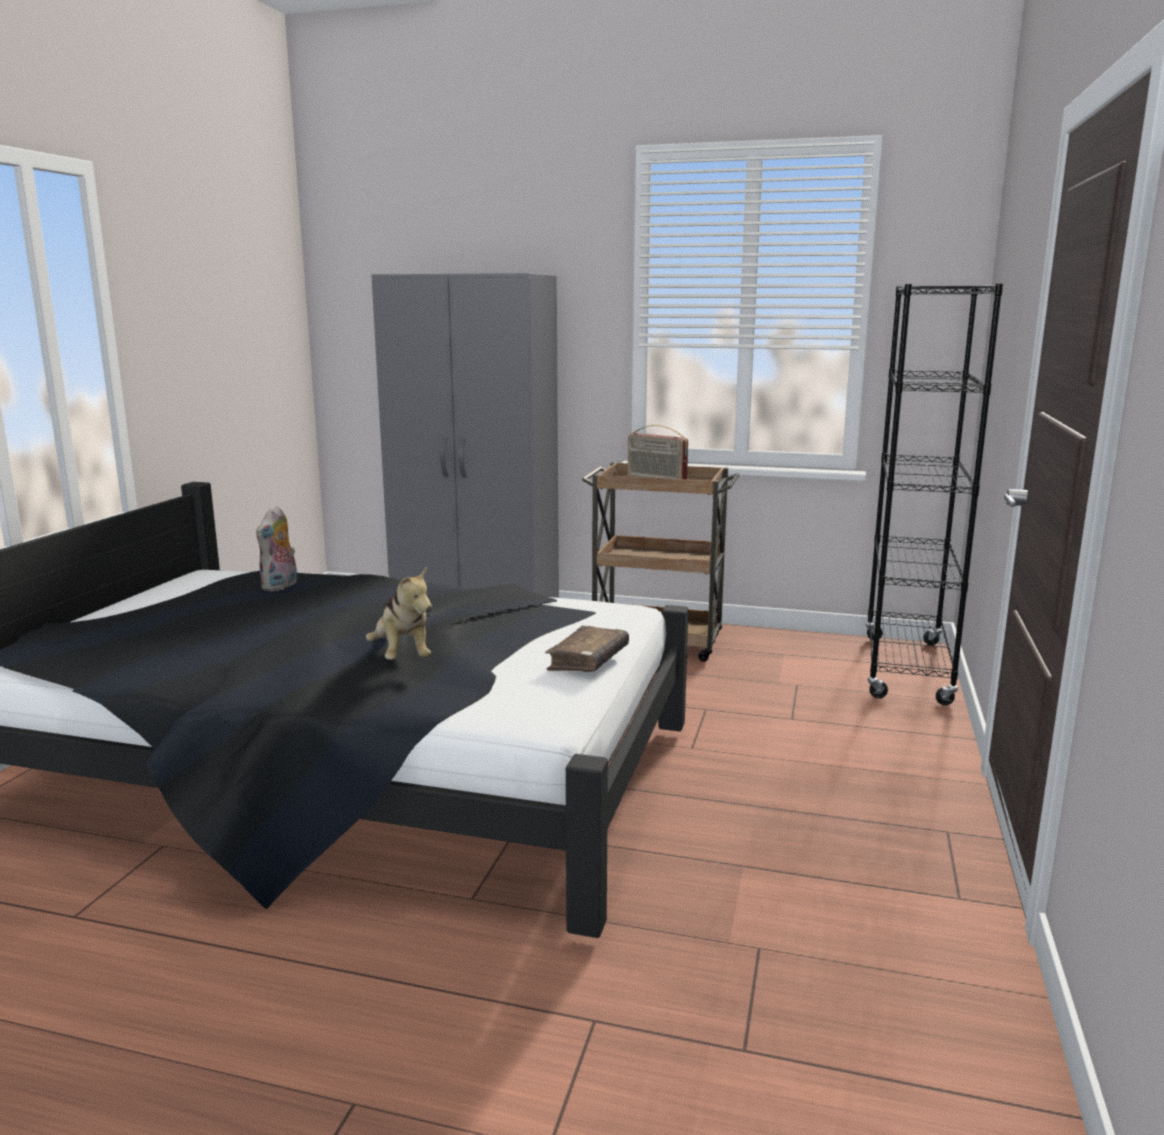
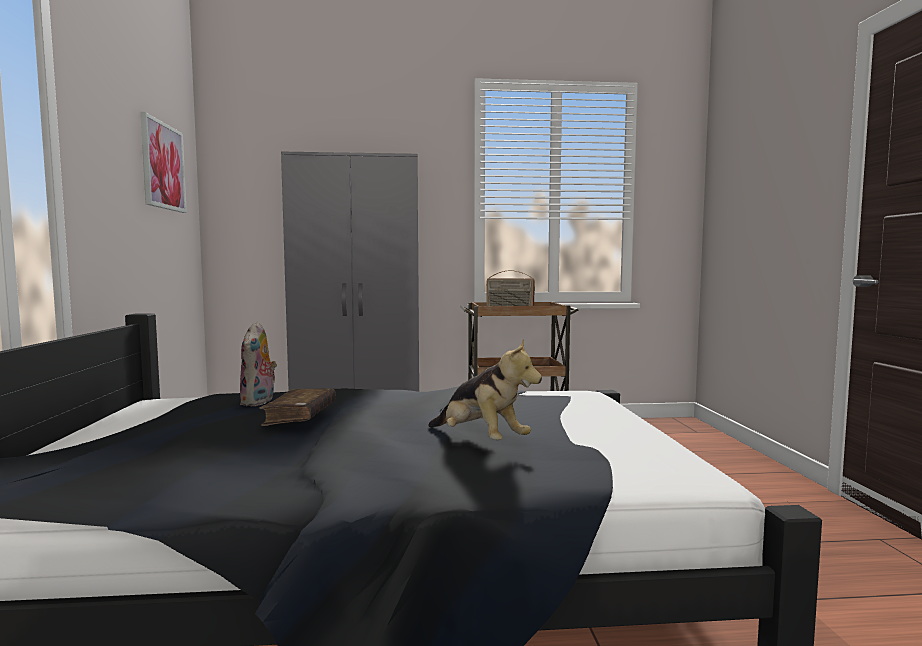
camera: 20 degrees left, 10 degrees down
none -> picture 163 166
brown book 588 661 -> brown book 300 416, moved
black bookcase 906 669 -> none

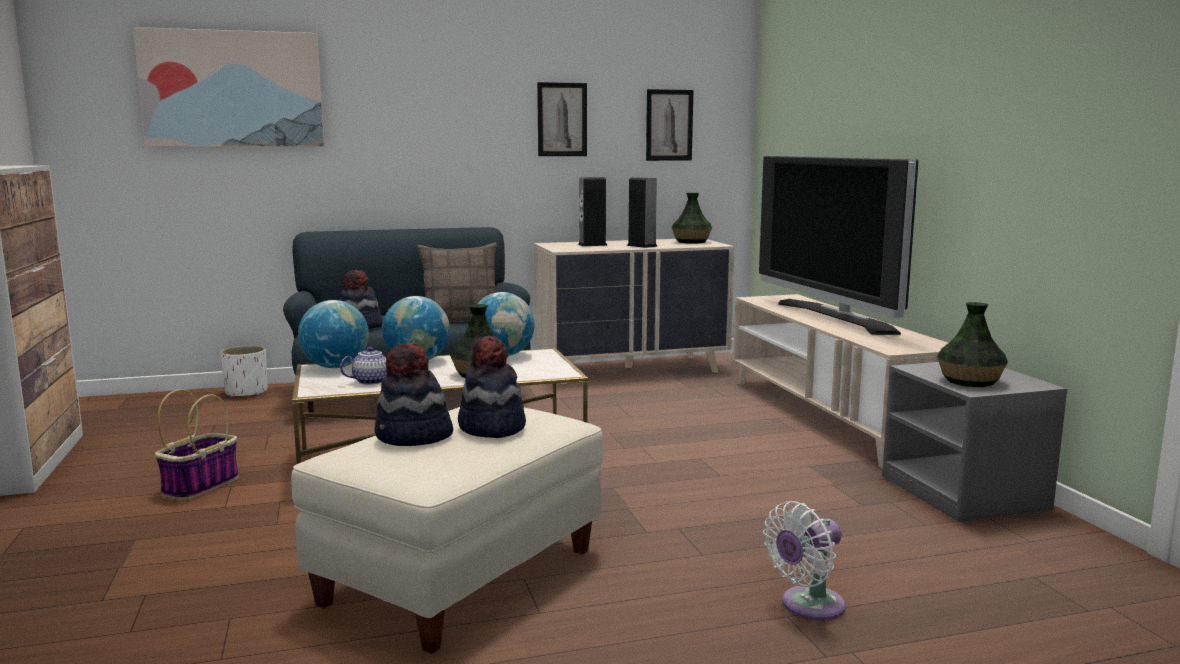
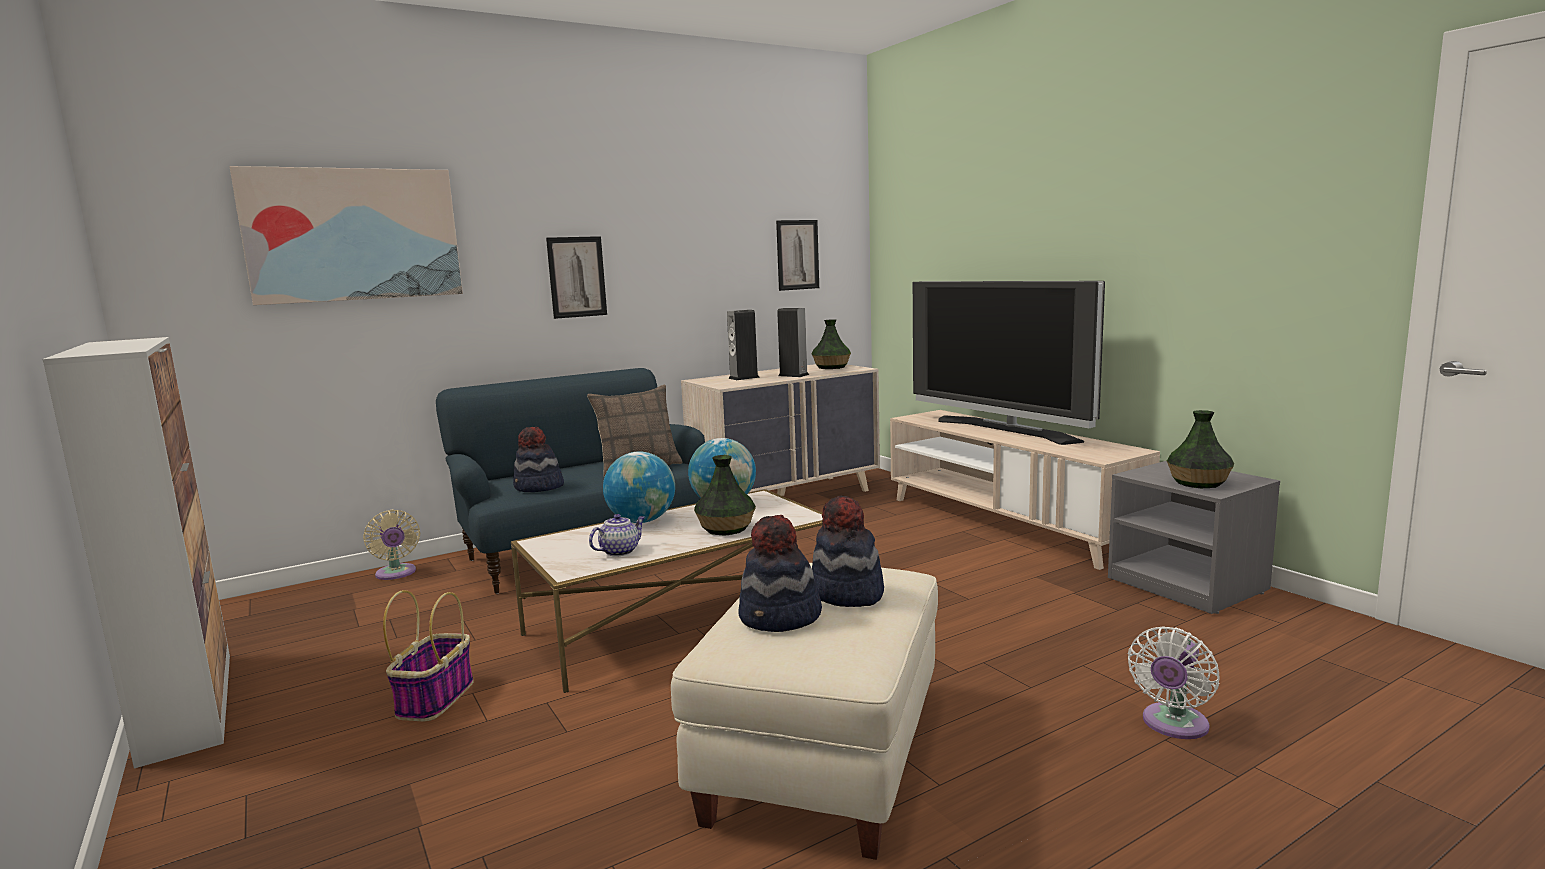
camera: 15 degrees left, 0 degrees up
white planter 246 392 -> beige fan 396 574
picture 562 119 -> picture 577 277, moved
globe 335 367 -> none

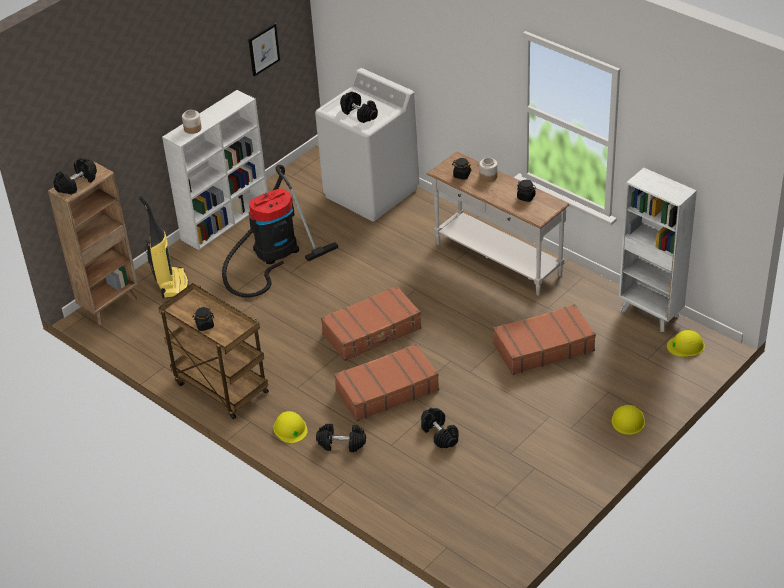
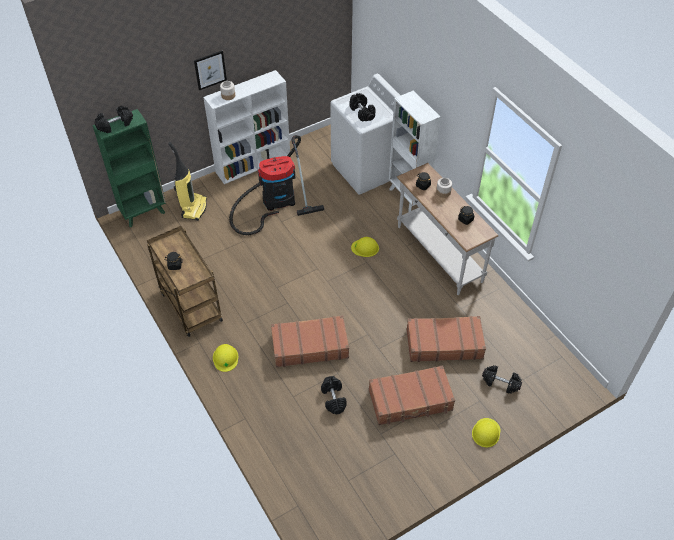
camera: 15 degrees right, 10 degrees up
brown bookcase 110 305 -> green bookcase 144 213
picture 263 49 -> picture 210 70, moved
yellow hard hat 686 345 -> yellow hard hat 365 248, moved
brown suitcase 372 332 -> brown suitcase 410 400, moved
white bookcase 650 314 -> white bookcase 408 197, moved
black dumbbell 341 444 -> black dumbbell 500 383, moved

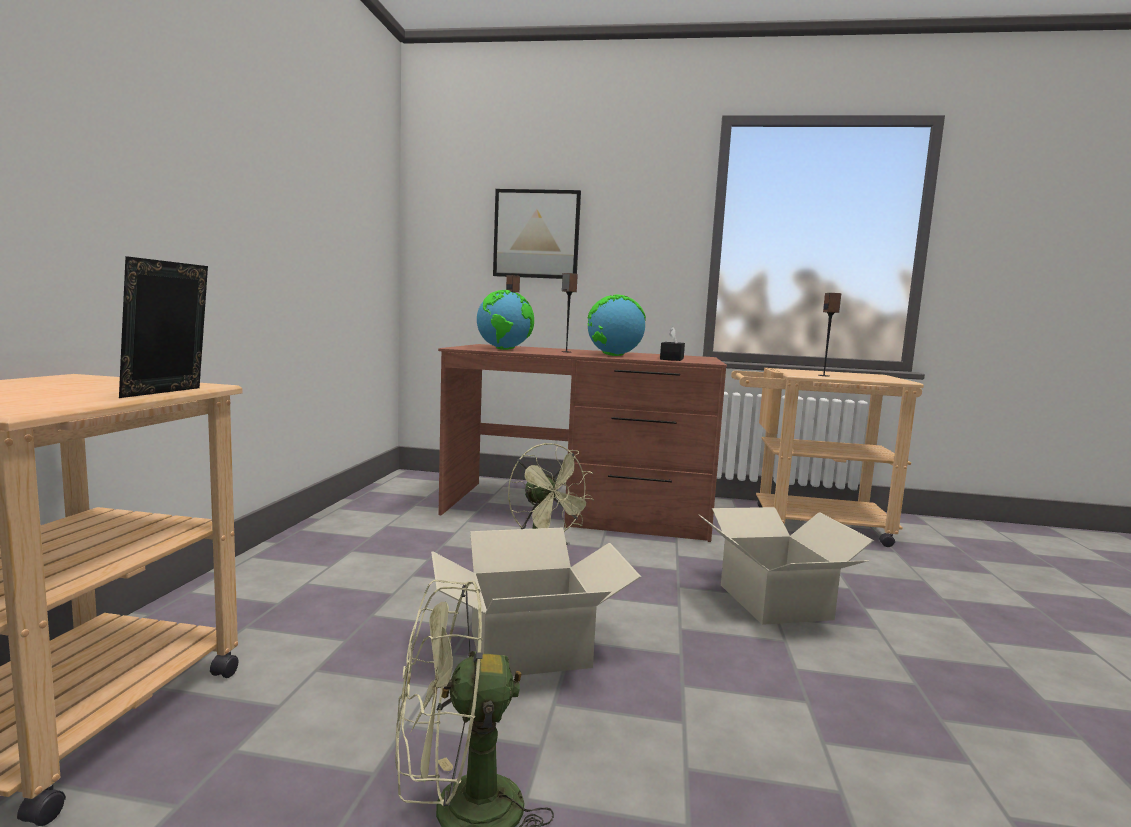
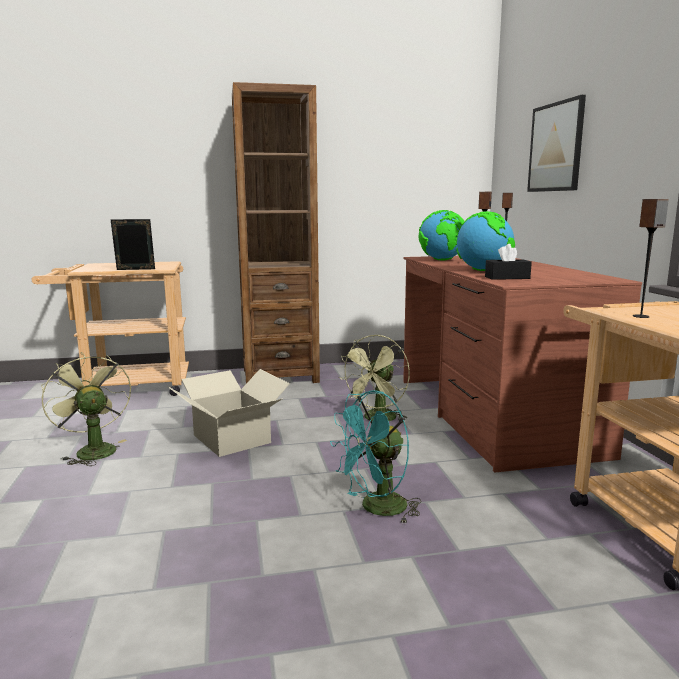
camera: 70 degrees right, 5 degrees up
none -> brown bookcase 280 376
cardboard box 775 601 -> turquoise fan 376 509

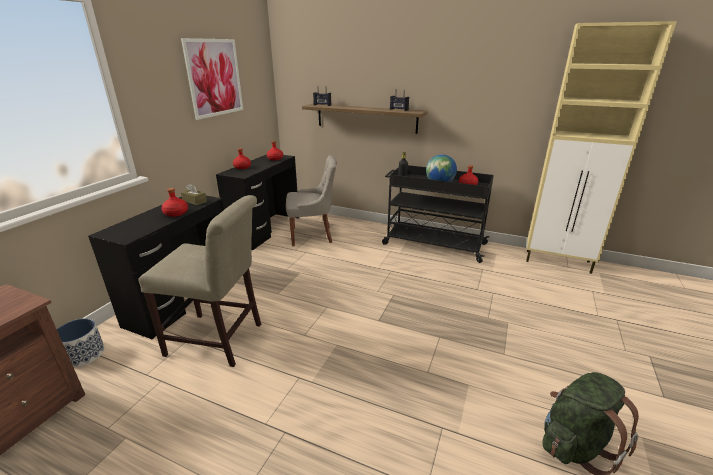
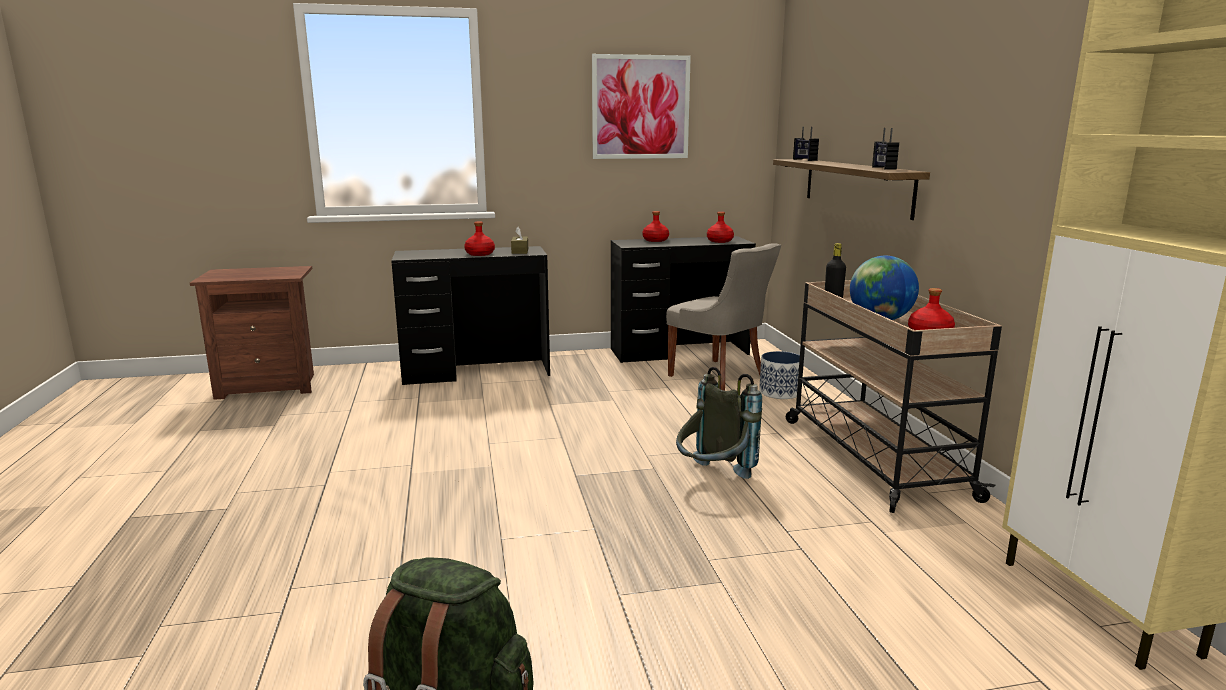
camera: 55 degrees right, 10 degrees down
none -> grey backpack 713 479
planter 84 354 -> planter 780 392, moved
black cart 433 244 -> beige cart 873 456
beige chair 219 340 -> none

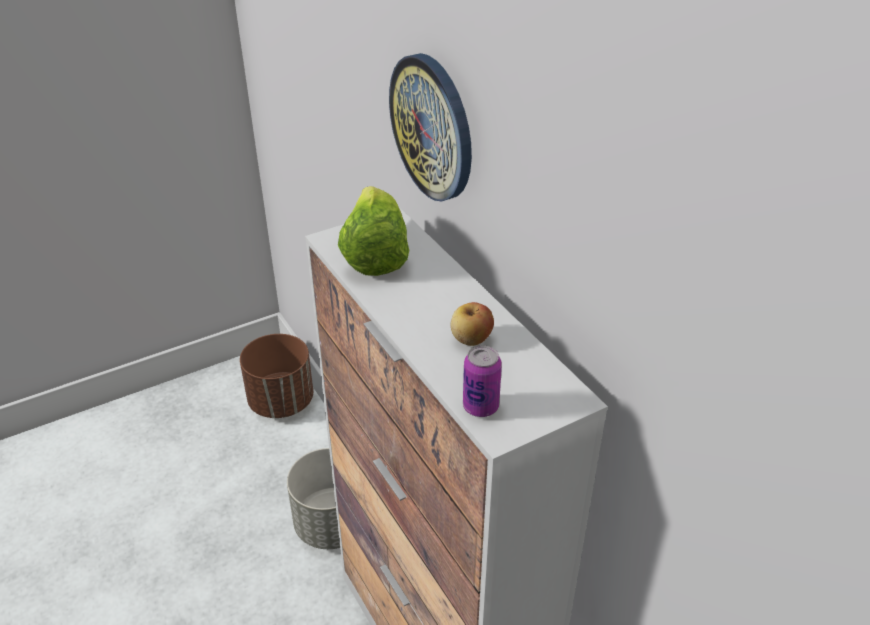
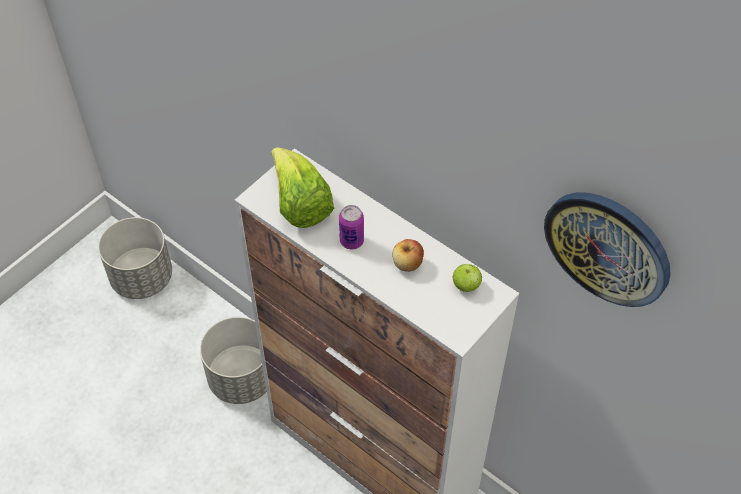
camera: 20 degrees left, 15 degrees up
brown planter 282 401 -> grey planter 142 278
can 480 407 -> can 351 241, moved
none -> apple 466 286
wall clock 433 127 -> wall clock 608 247, moved

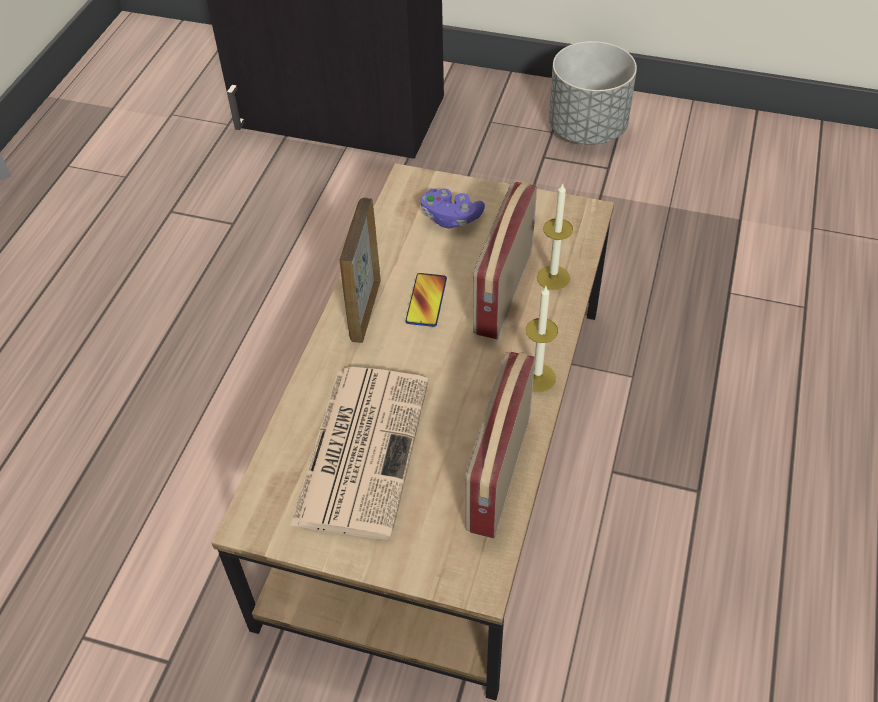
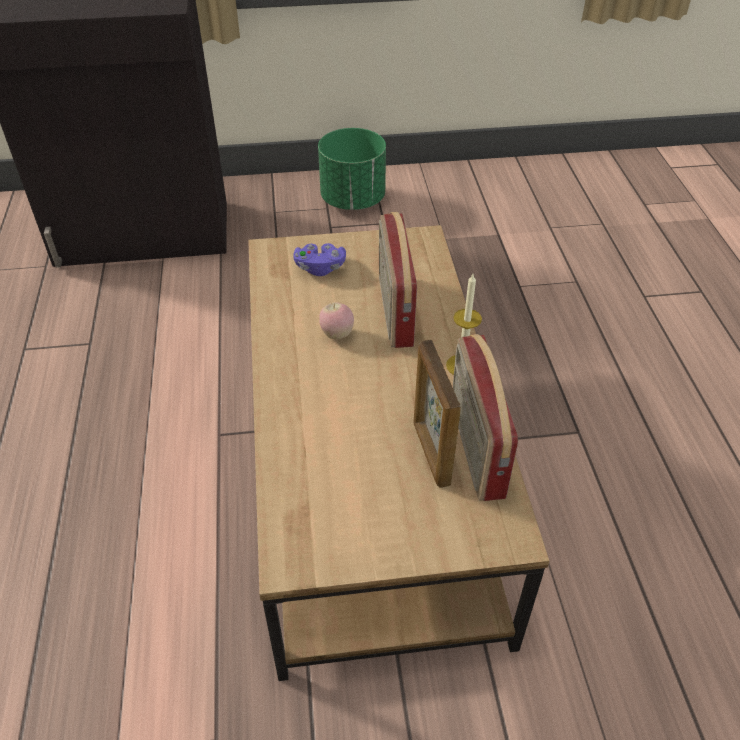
camera: 25 degrees left, 5 degrees down
grey planter 588 129 -> green planter 353 200
phone 426 300 -> apple 337 334
picture frame 365 310 -> picture frame 430 453, moved
newspaper 361 448 -> none
candle 553 277 -> none

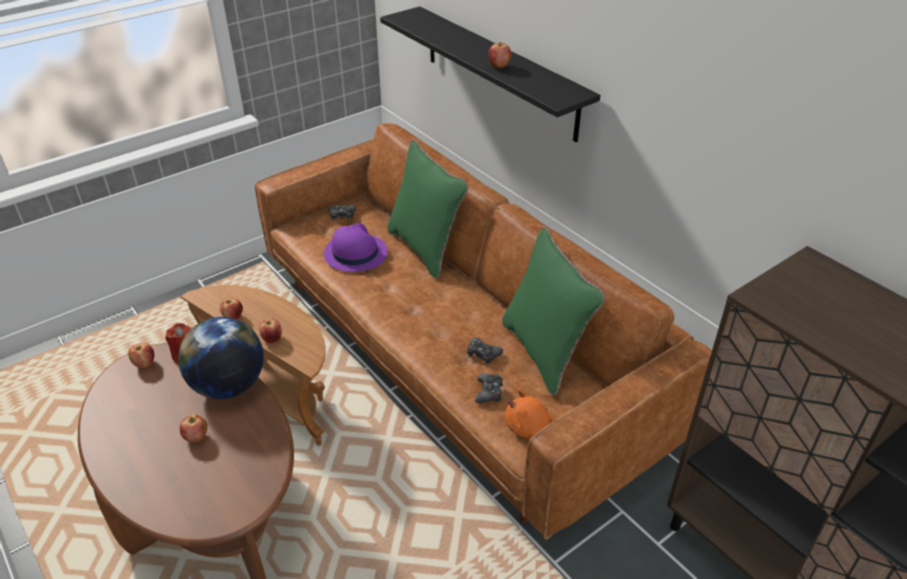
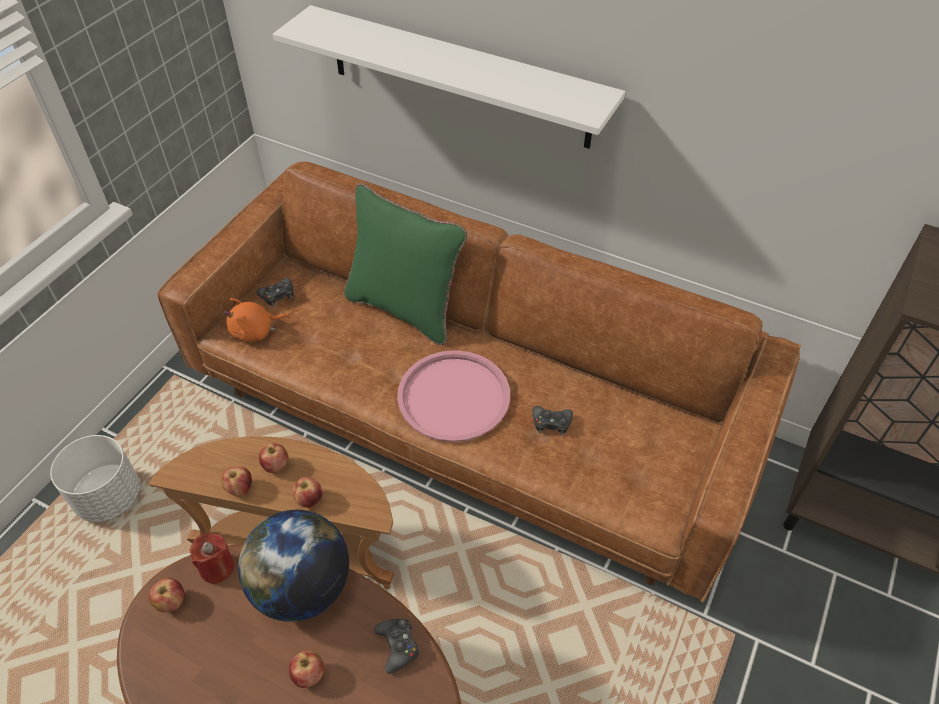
camera: 25 degrees left, 10 degrees up
none -> white planter 108 498
orange plush toy 530 428 -> orange plush toy 256 331, moved
apple 499 66 -> apple 276 466, moved
black shelf 499 72 -> white shelf 458 77
black game controller 489 392 -> black game controller 398 646, moved
none -> pink tray 453 396
purple hat 355 253 -> none
green pillow 544 352 -> none

